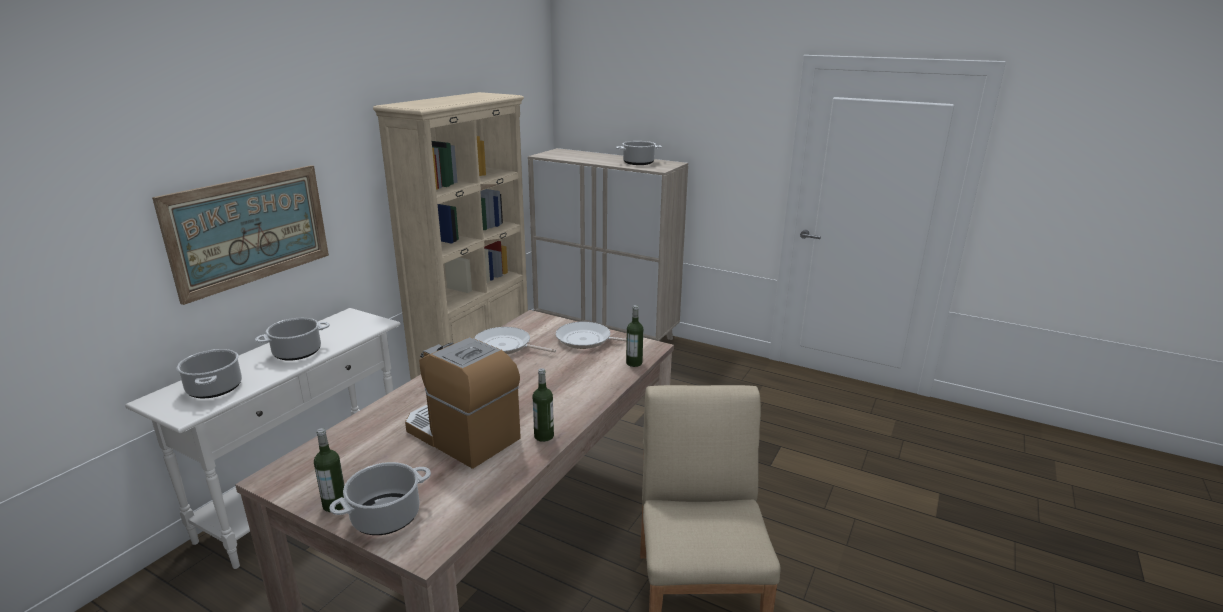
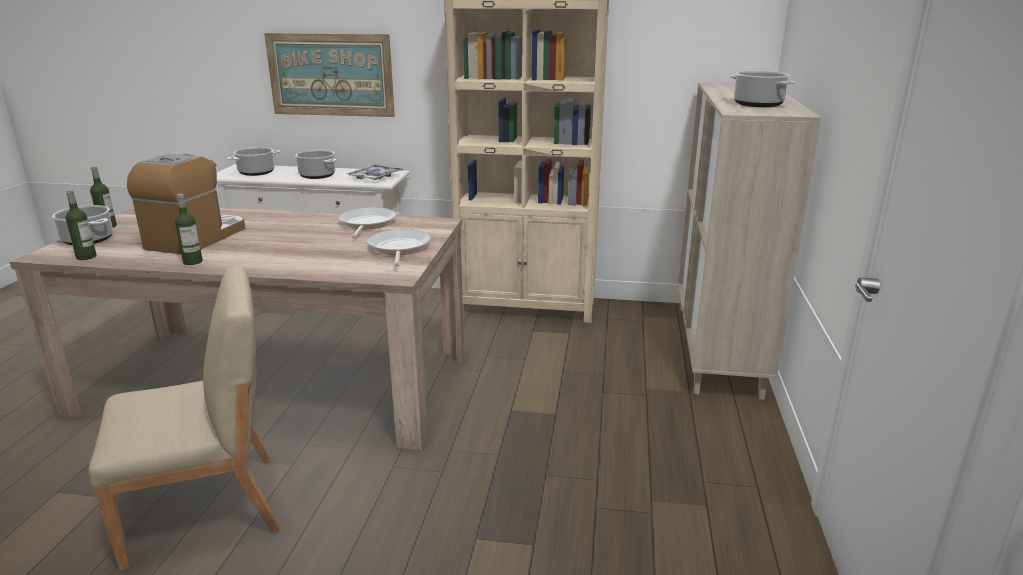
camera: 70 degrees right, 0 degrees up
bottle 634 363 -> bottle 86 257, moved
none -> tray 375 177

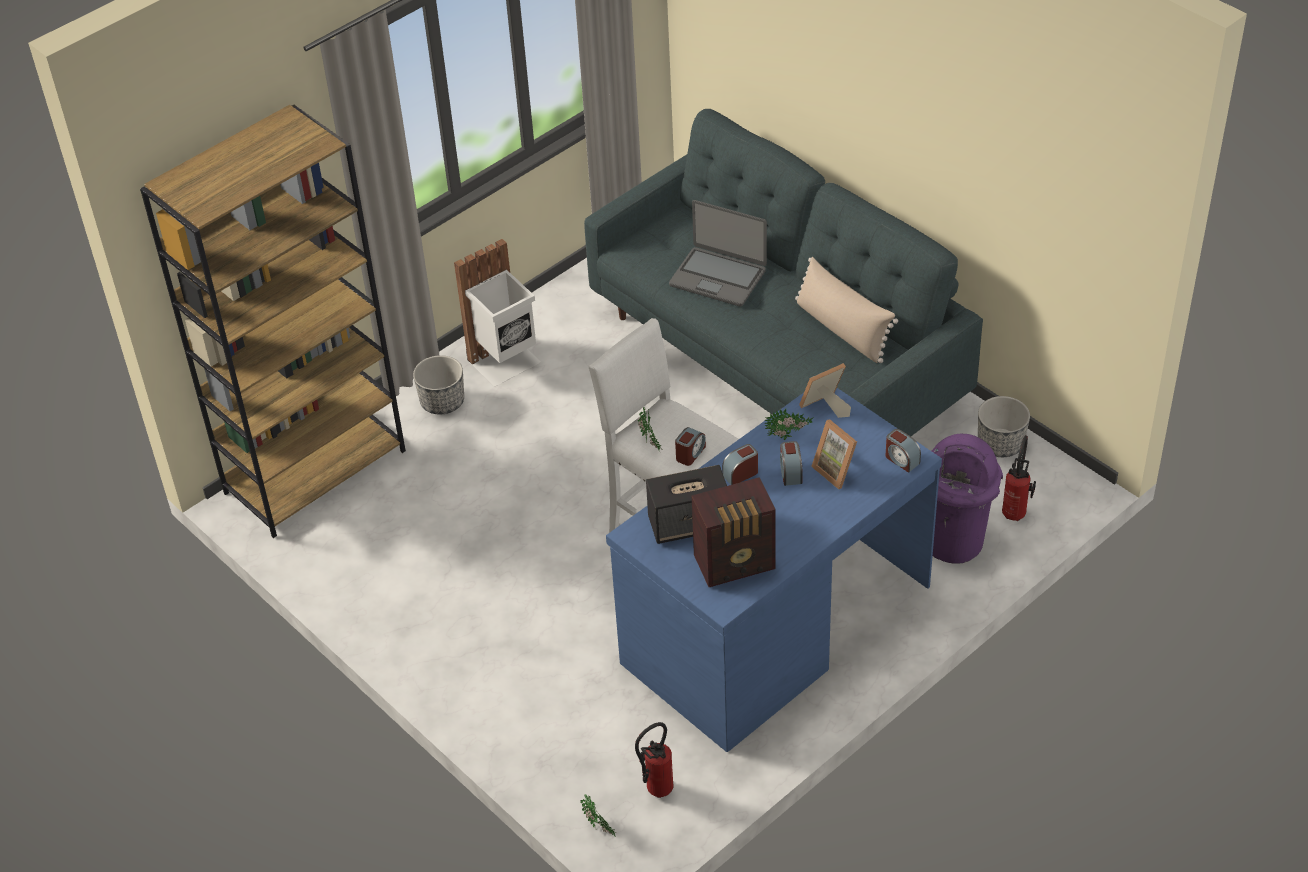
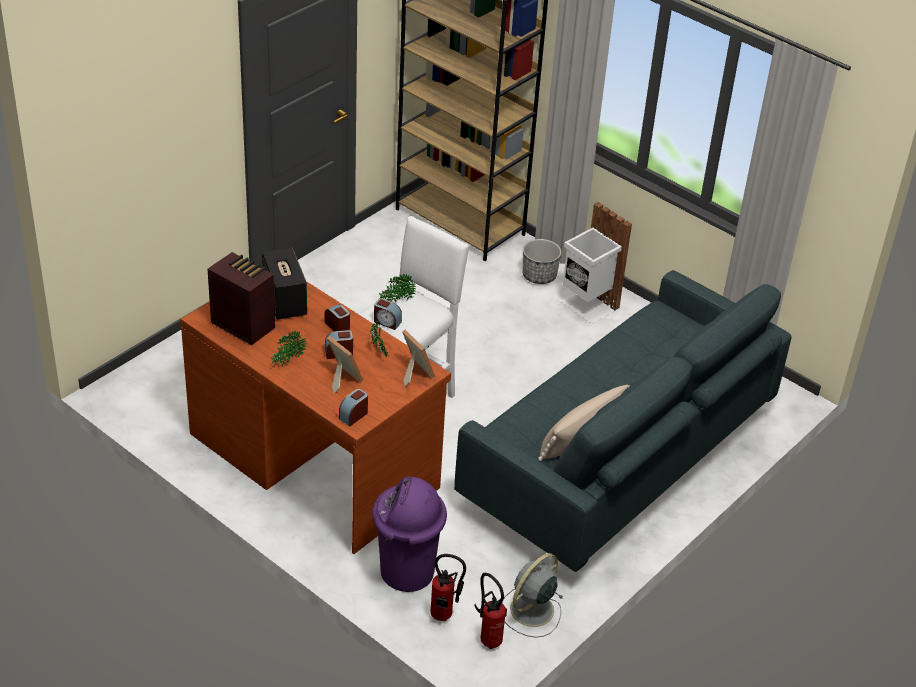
camera: 80 degrees right, 5 degrees down
blue desk 774 624 -> brown desk 314 459
radio 736 563 -> radio 243 324, 150 degrees clockwise
potted plant 599 829 -> potted plant 287 361, moved
picture frame 837 470 -> picture frame 341 378, 90 degrees clockwise
fire extinguisher 655 791 -> fire extinguisher 489 639, moved
planter 1001 444 -> grey fan 530 611
laptop 718 277 -> none

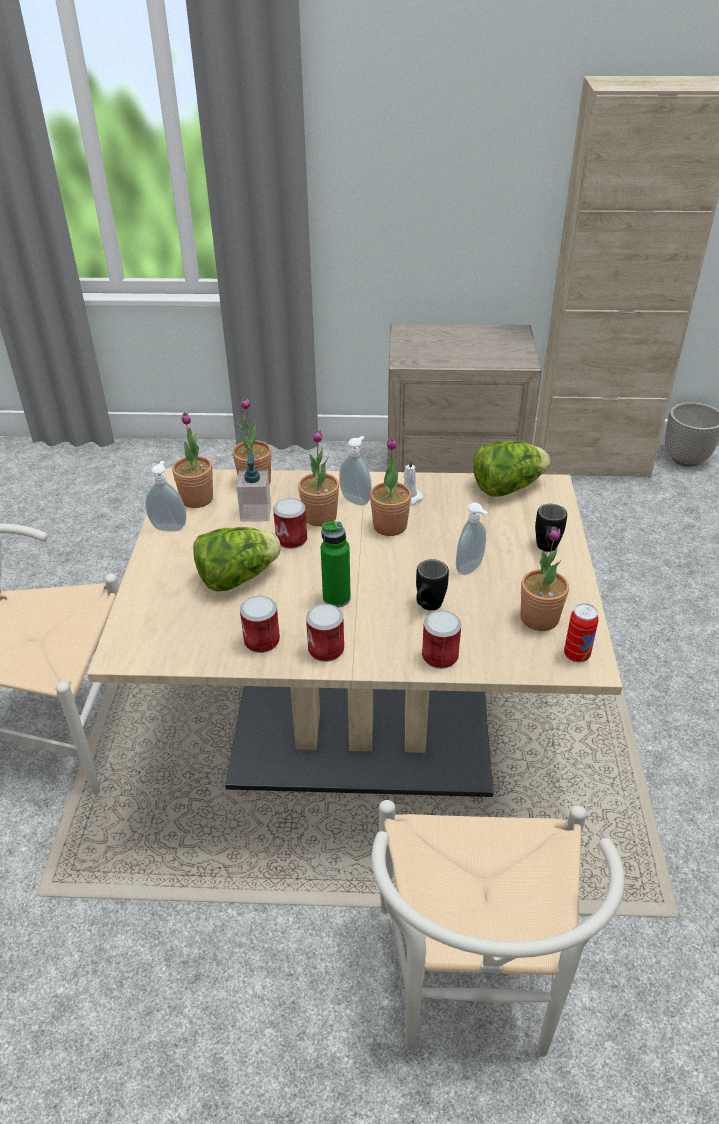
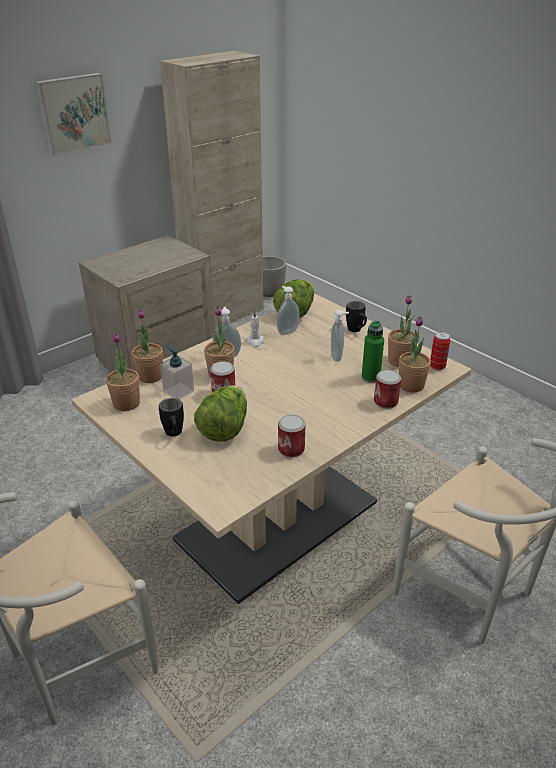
camera: 45 degrees left, 5 degrees down
none -> picture 73 113
black mug 427 608 -> black mug 174 435, moved
soap dispenser 169 527 -> soap dispenser 287 331, moved
green bottle 336 598 -> green bottle 370 377, moved
potted plant 390 526 -> potted plant 411 385, moved
can 326 649 -> none

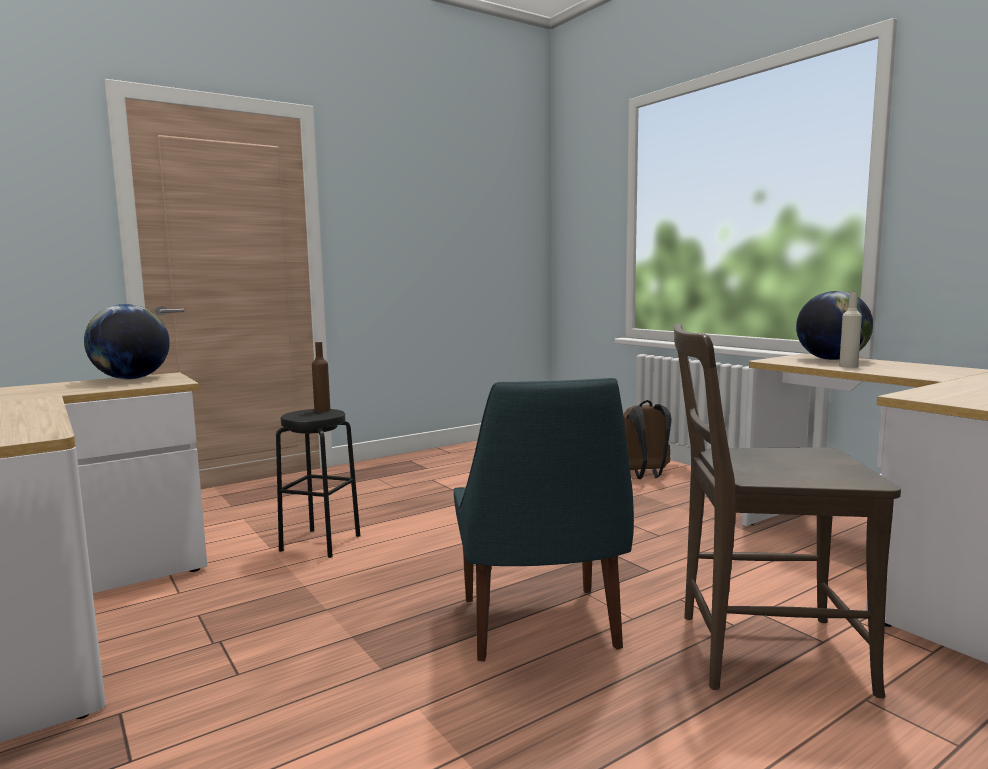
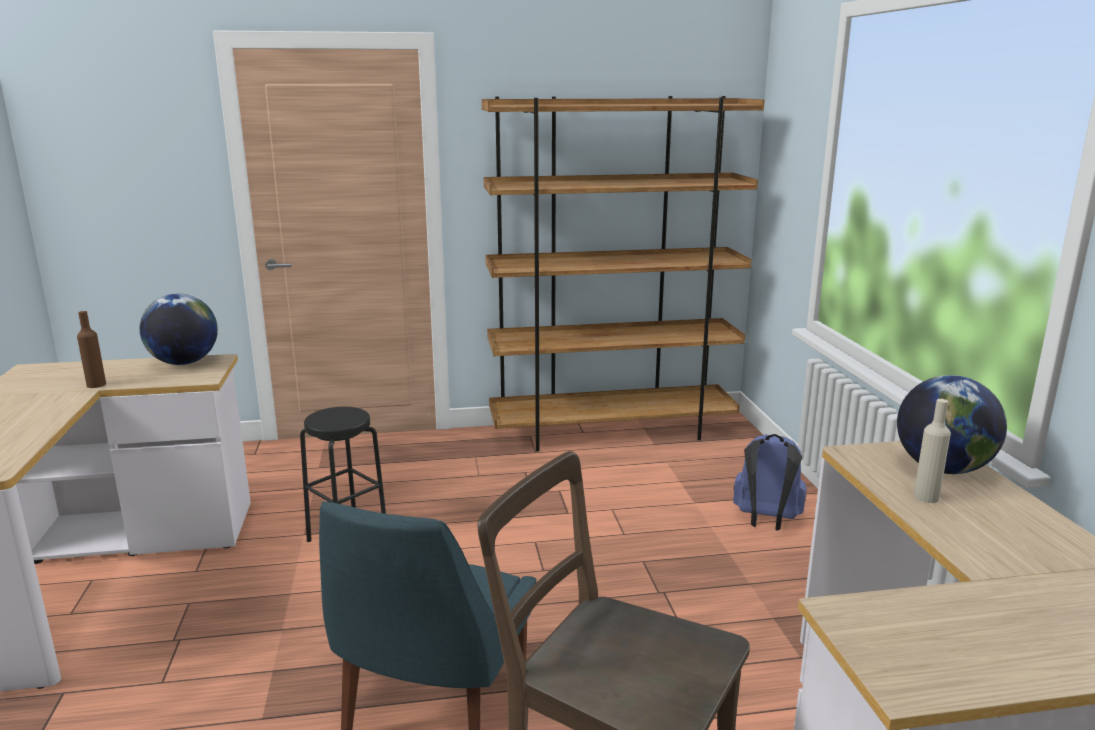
camera: 25 degrees right, 10 degrees up
brown bottle 322 410 -> brown bottle 96 385, moved
none -> brown bookcase 612 431
brown backpack 643 475 -> blue backpack 766 521

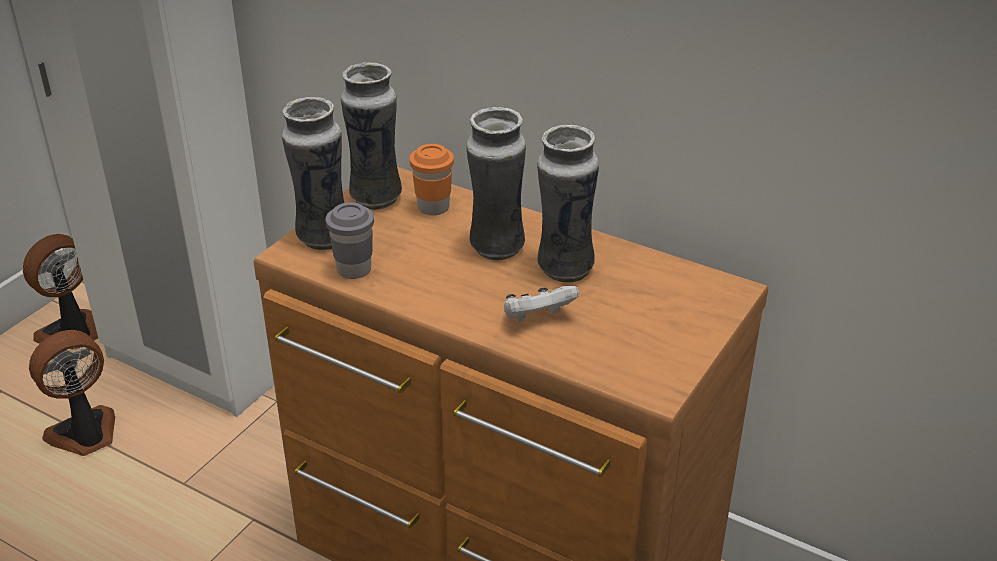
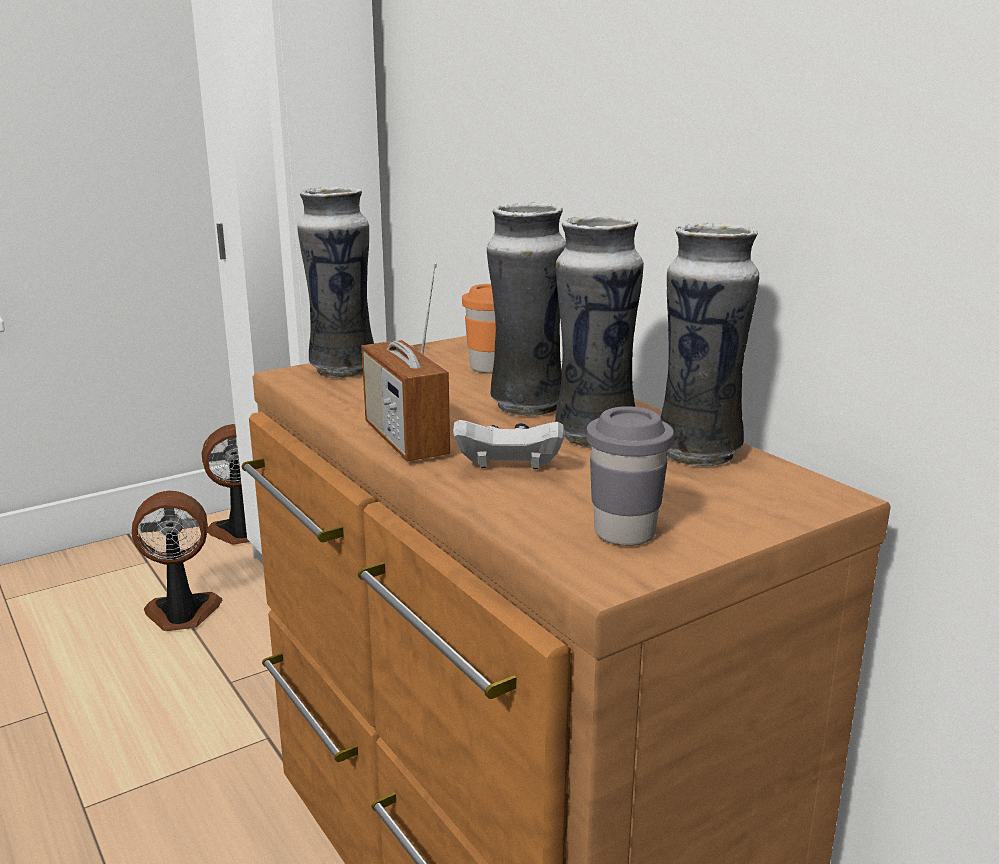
camera: 25 degrees right, 15 degrees down
none -> radio 405 440
grey cup 354 270 -> grey cup 624 533, moved
vase 376 198 -> vase 698 453, moved

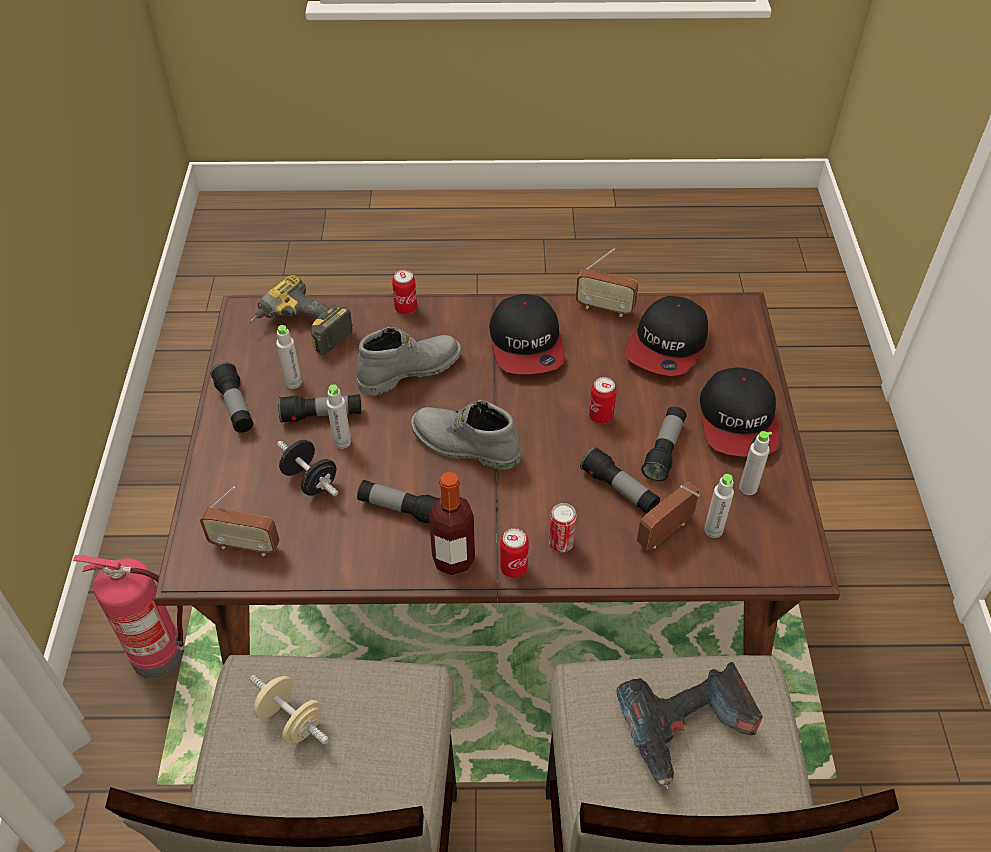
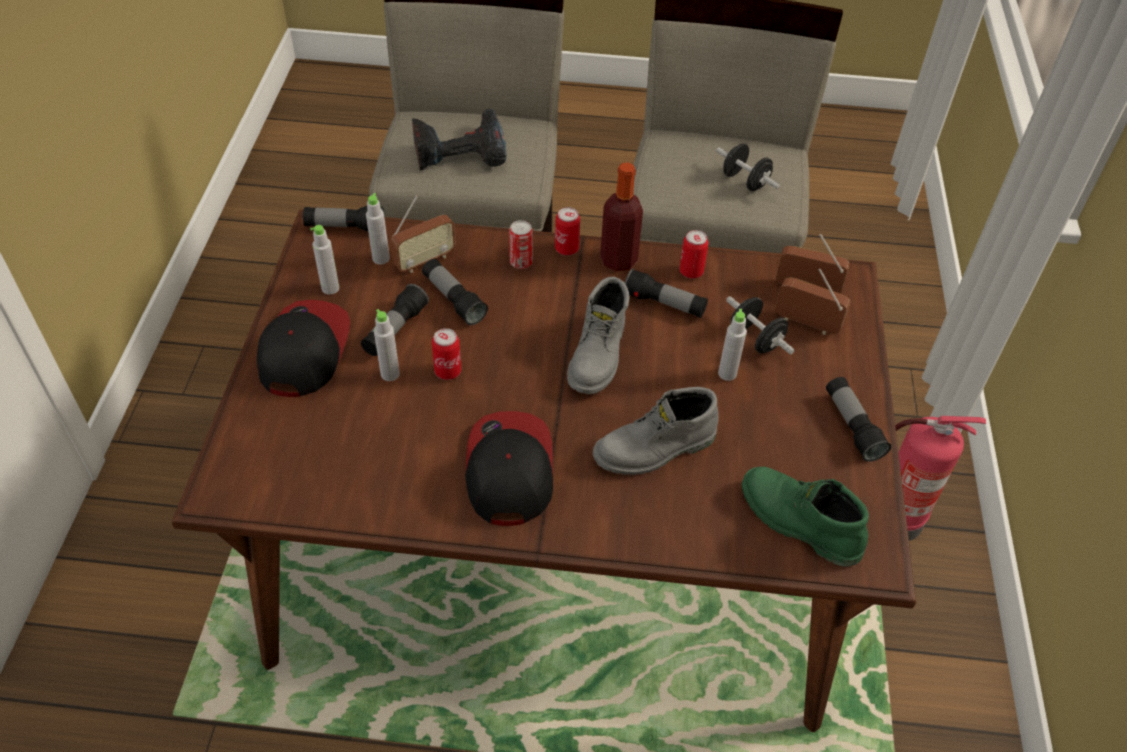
camera: 175 degrees left, 0 degrees up
flashlight 321 415 -> flashlight 345 227, moved
grey bottle 293 382 -> grey bottle 390 374, moved
grey boot 464 446 -> grey boot 599 356, 75 degrees clockwise
can 406 308 -> can 691 272, moved
beige dumbbell 291 720 -> black dumbbell 745 181
power drill 299 330 -> green boot 797 523
radio 605 308 -> radio 806 324, moved
cap 667 345 -> none

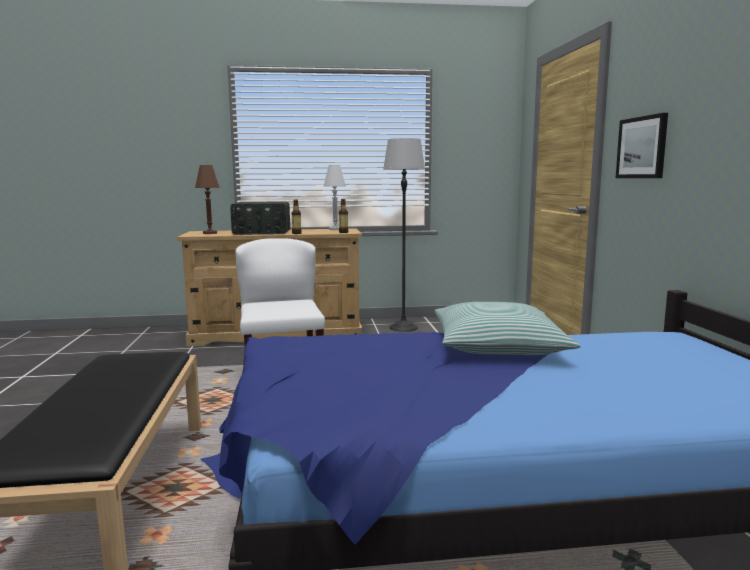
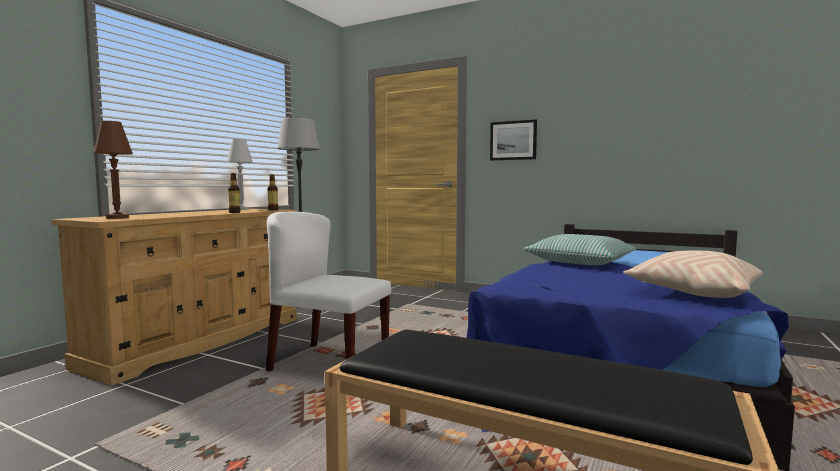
camera: 55 degrees left, 5 degrees down
none -> beige pillow 692 293
radio 261 232 -> none

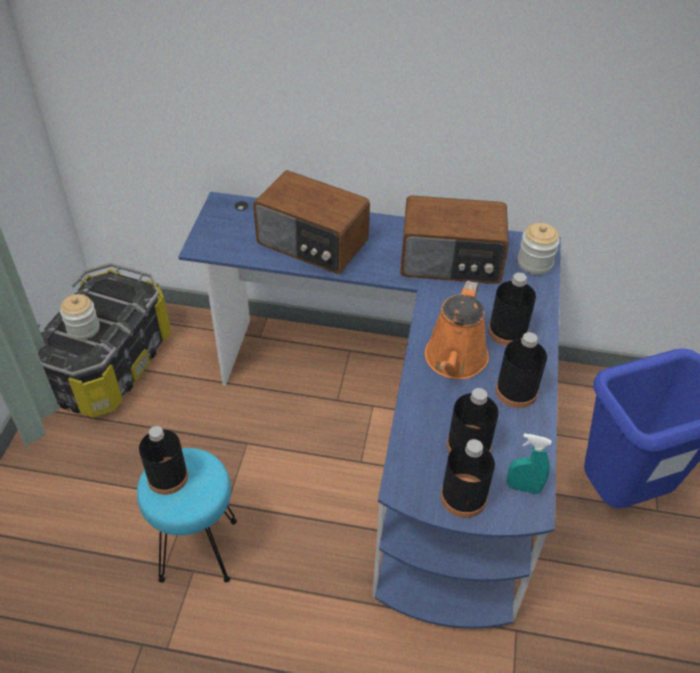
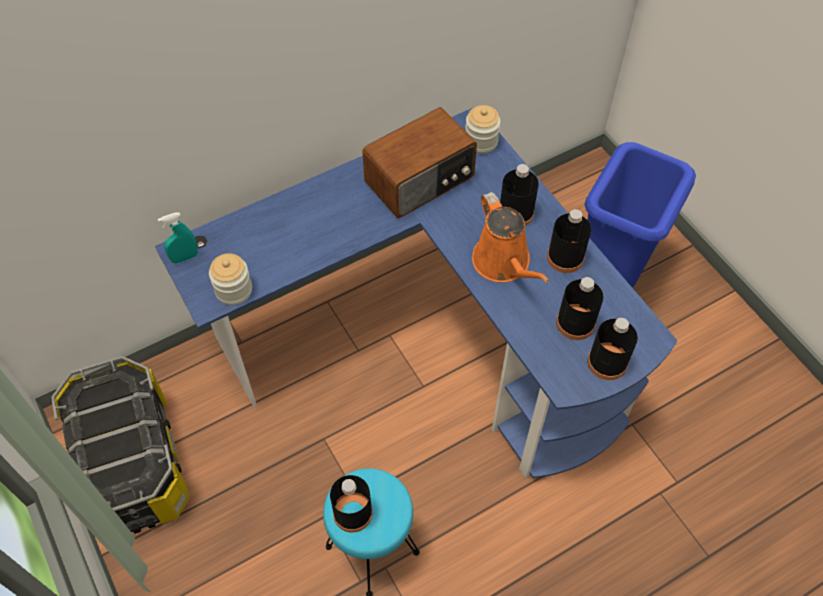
camera: 40 degrees left, 10 degrees up
turquoise spray bottle 523 487 -> turquoise spray bottle 185 257, moved
jar 83 329 -> jar 234 290, moved
radio 312 244 -> none

